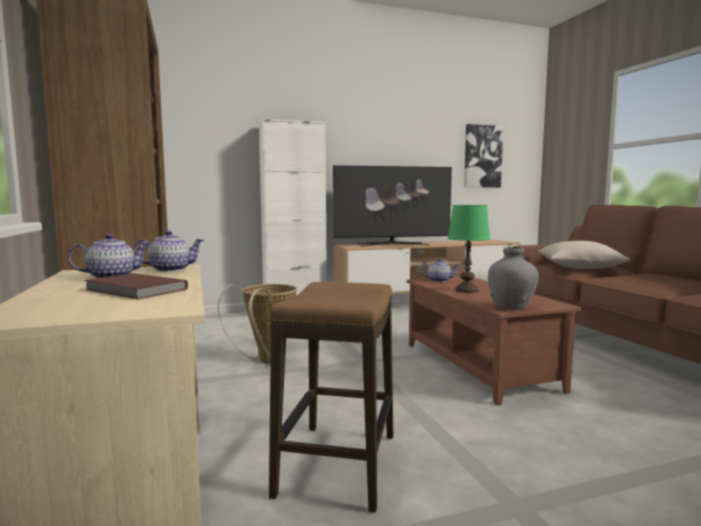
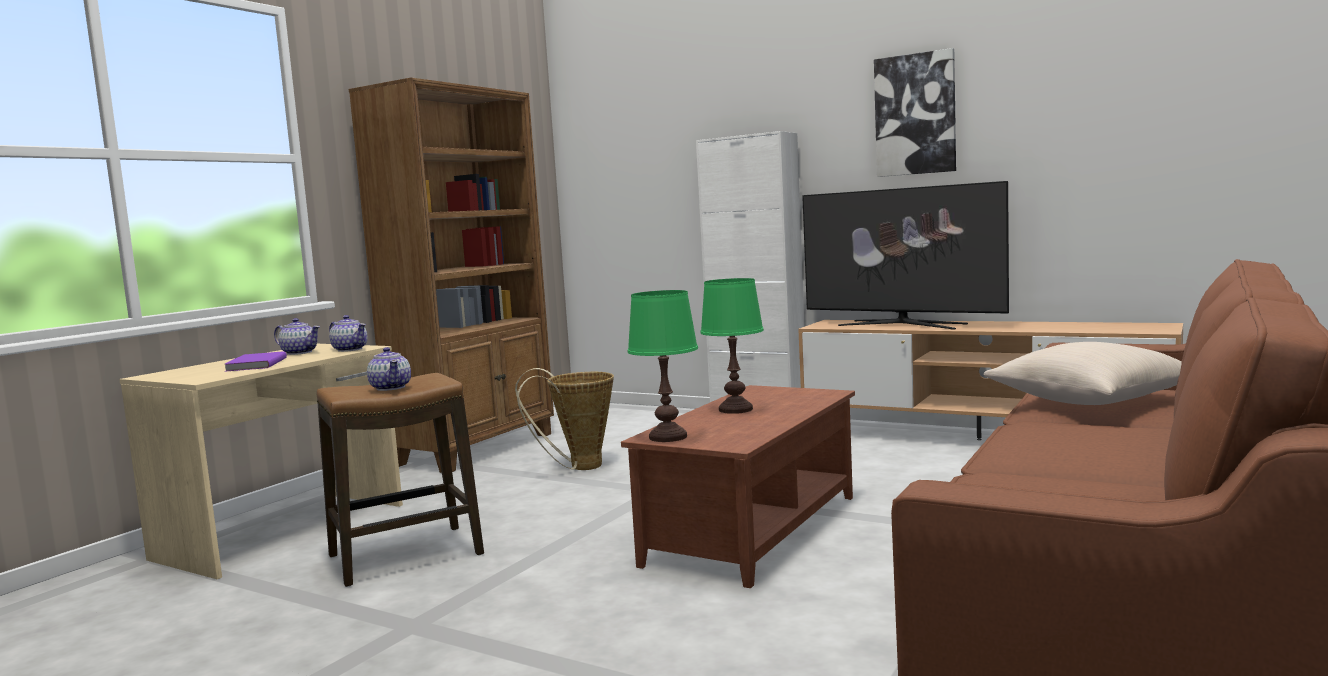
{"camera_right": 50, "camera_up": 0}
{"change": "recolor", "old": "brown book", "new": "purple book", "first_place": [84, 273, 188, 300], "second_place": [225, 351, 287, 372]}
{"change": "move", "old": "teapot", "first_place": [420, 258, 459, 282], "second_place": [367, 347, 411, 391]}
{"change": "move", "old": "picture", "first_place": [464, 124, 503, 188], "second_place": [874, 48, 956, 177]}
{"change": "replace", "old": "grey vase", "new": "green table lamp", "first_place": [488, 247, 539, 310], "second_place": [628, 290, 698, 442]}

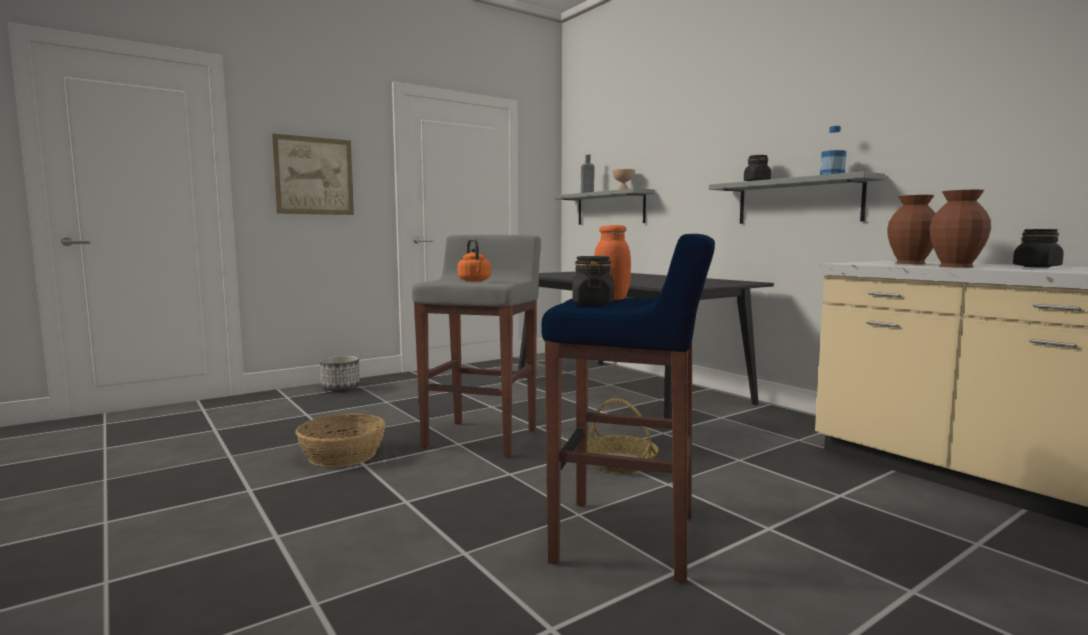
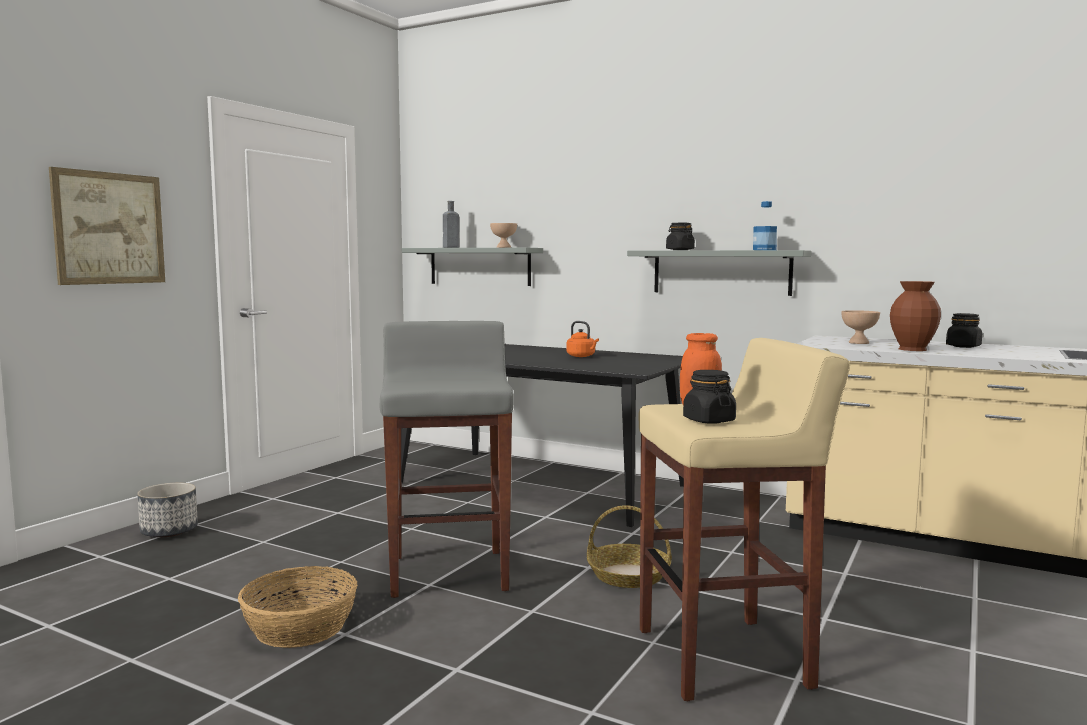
{"camera_right": -25, "camera_up": 0}
{"change": "move", "old": "orange kettle", "first_place": [457, 239, 491, 281], "second_place": [566, 321, 599, 357]}
{"change": "recolor", "old": "blue stool", "new": "beige stool", "first_place": [541, 234, 715, 583], "second_place": [638, 338, 850, 701]}
{"change": "replace", "old": "brown vase", "new": "beige bowl", "first_place": [887, 195, 936, 264], "second_place": [841, 310, 880, 344]}

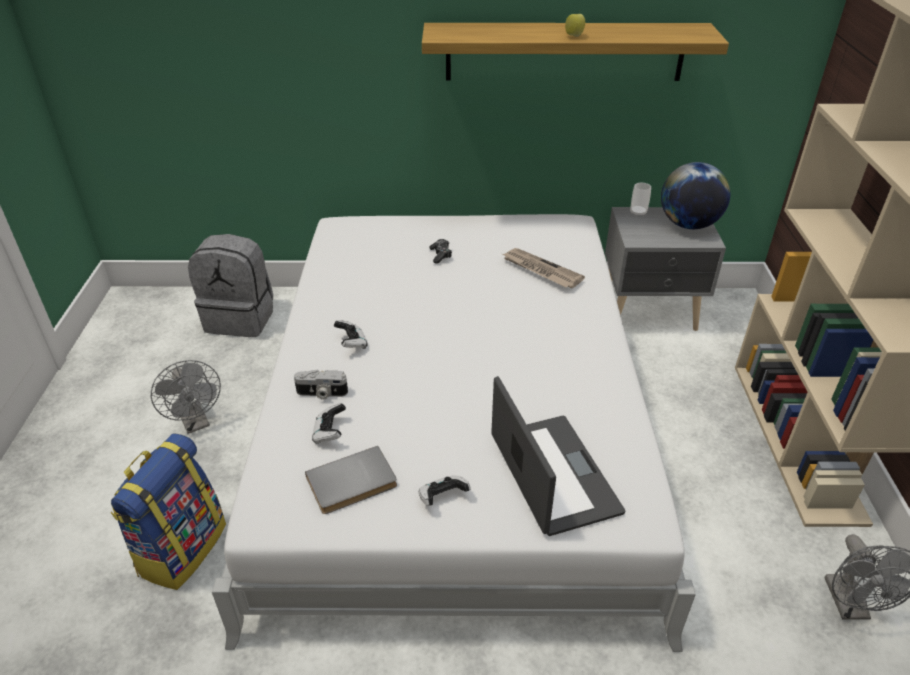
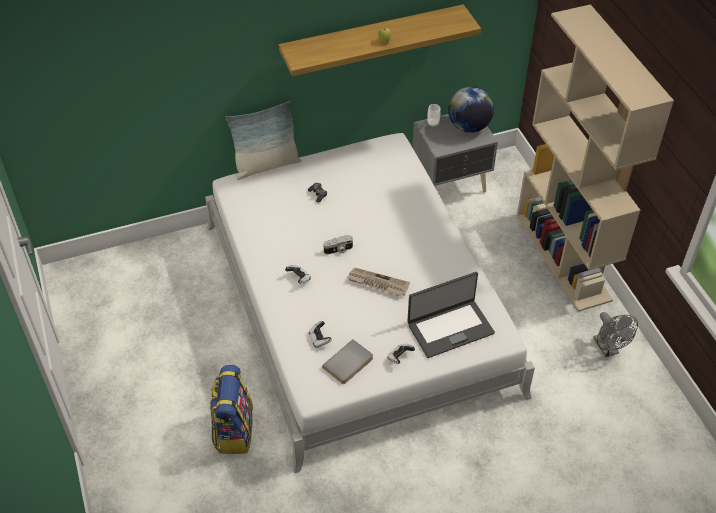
{"camera_right": -20, "camera_up": 10}
{"change": "delete", "old": "grey fan", "first_place": [151, 360, 221, 434]}
{"change": "delete", "old": "grey backpack", "first_place": [188, 234, 273, 337]}
{"change": "move", "old": "photo camera", "first_place": [294, 369, 348, 400], "second_place": [323, 235, 353, 255]}
{"change": "rotate", "old": "laptop", "first_place": [491, 376, 626, 536], "second_place": [407, 272, 495, 358], "degrees": 105}
{"change": "move", "old": "newspaper", "first_place": [503, 248, 585, 288], "second_place": [347, 268, 410, 297]}
{"change": "insert", "new": "pillow", "second_place": [226, 101, 301, 180]}

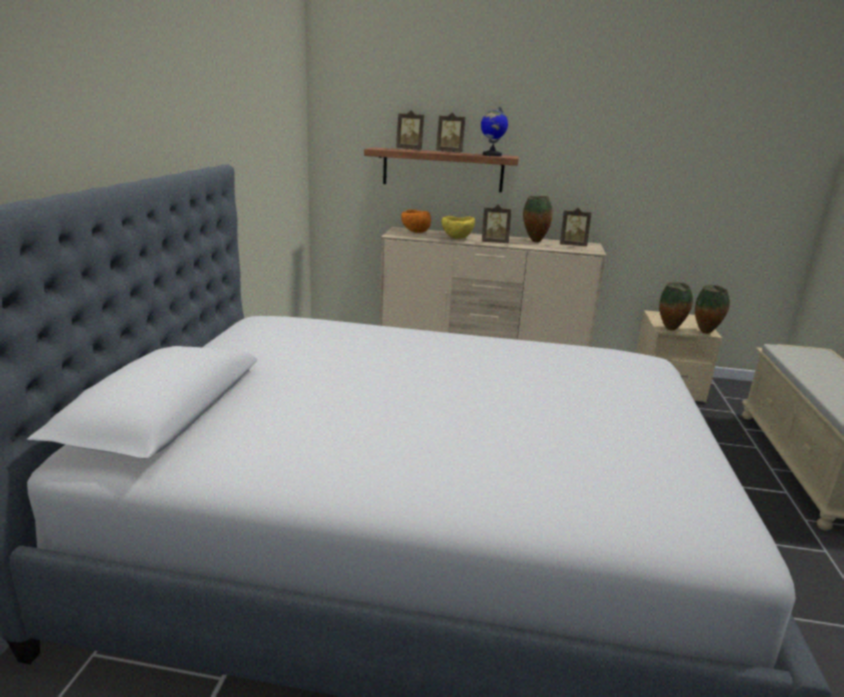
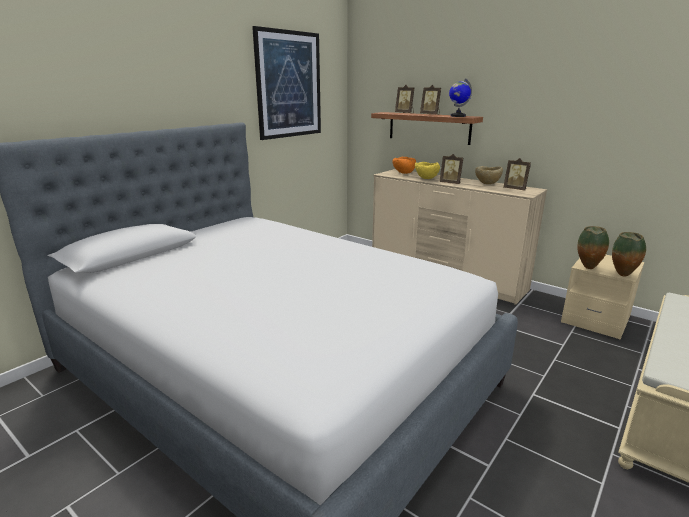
{"camera_right": 30, "camera_up": 0}
{"change": "replace", "old": "vase", "new": "beige bowl", "first_place": [523, 196, 553, 242], "second_place": [475, 166, 503, 184]}
{"change": "insert", "new": "picture", "second_place": [252, 26, 321, 140]}

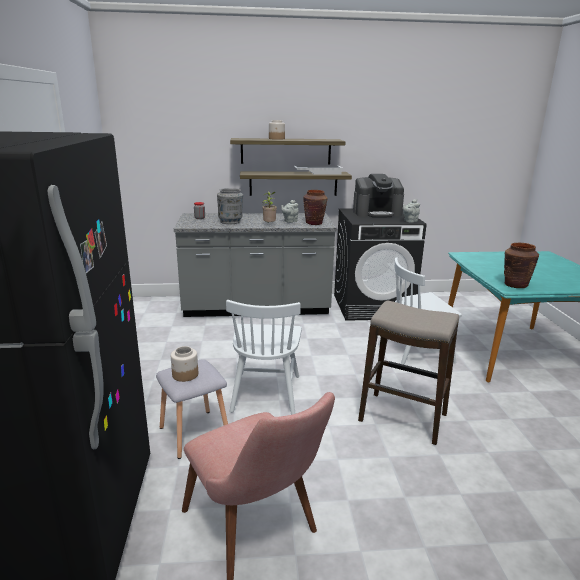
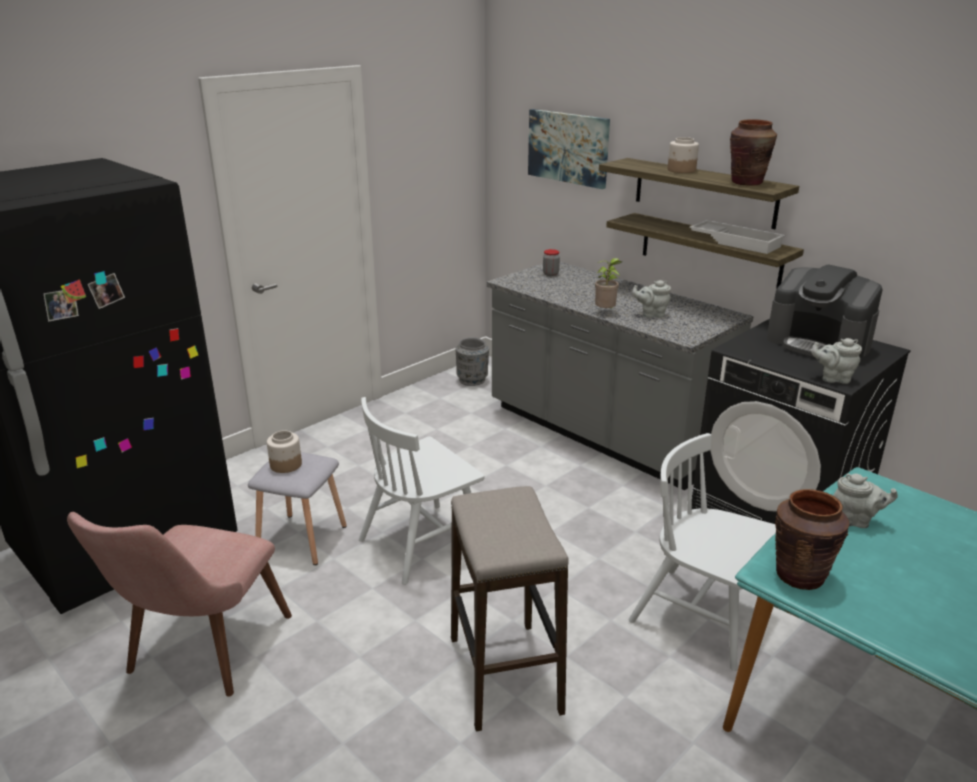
{"camera_right": 50, "camera_up": 5}
{"change": "move", "old": "grey vase", "first_place": [217, 188, 243, 224], "second_place": [455, 337, 489, 386]}
{"change": "move", "old": "brown vase", "first_place": [303, 190, 327, 225], "second_place": [730, 119, 777, 185]}
{"change": "insert", "new": "picture", "second_place": [528, 109, 610, 189]}
{"change": "insert", "new": "grey teapot", "second_place": [833, 474, 898, 528]}

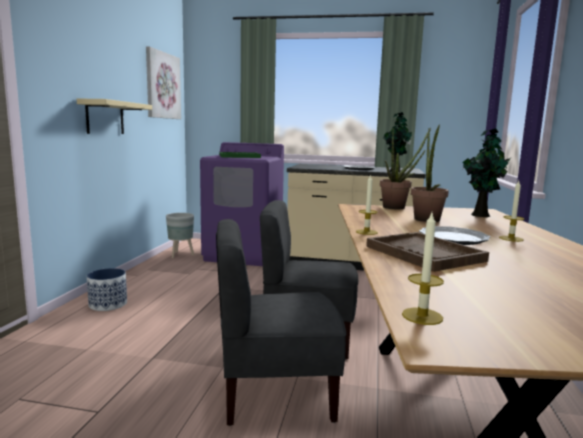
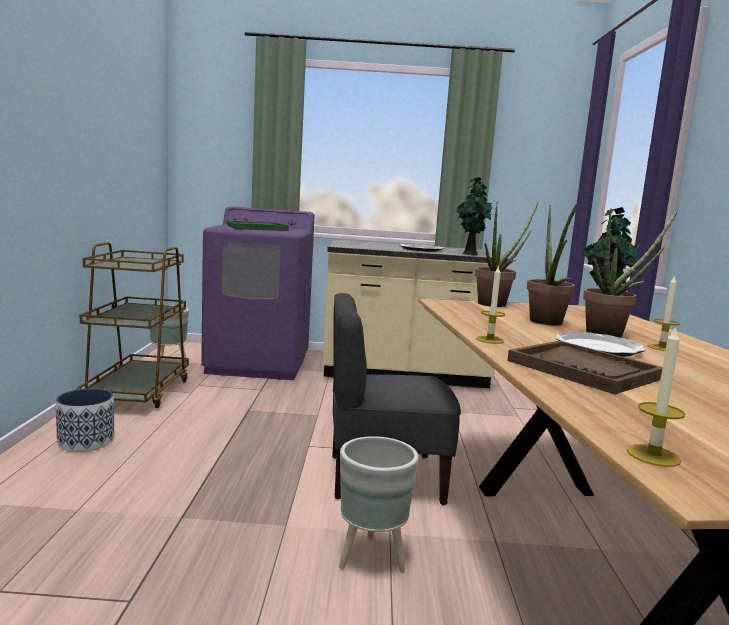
{"camera_right": -10, "camera_up": 0}
{"change": "delete", "old": "beige shelf", "first_place": [77, 98, 152, 134]}
{"change": "delete", "old": "picture", "first_place": [146, 46, 181, 119]}
{"change": "replace", "old": "grey chair", "new": "grey planter", "first_place": [216, 219, 346, 426], "second_place": [339, 436, 419, 572]}
{"change": "insert", "new": "brown cart", "second_place": [76, 242, 189, 408]}
{"change": "insert", "new": "potted plant", "second_place": [583, 209, 678, 338]}

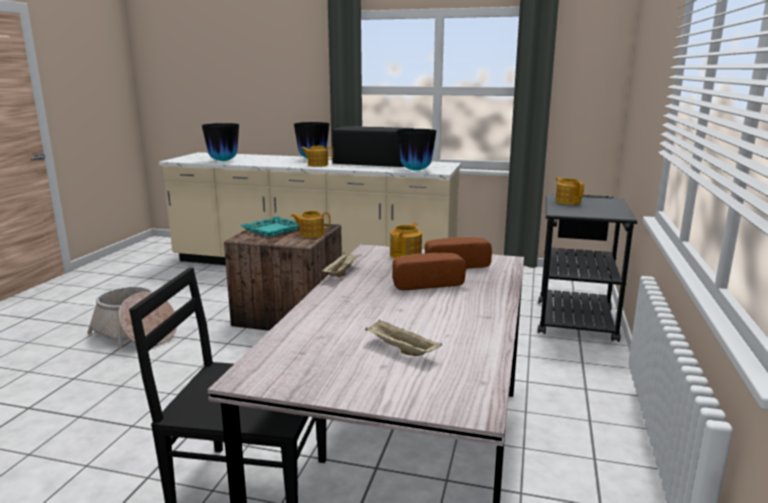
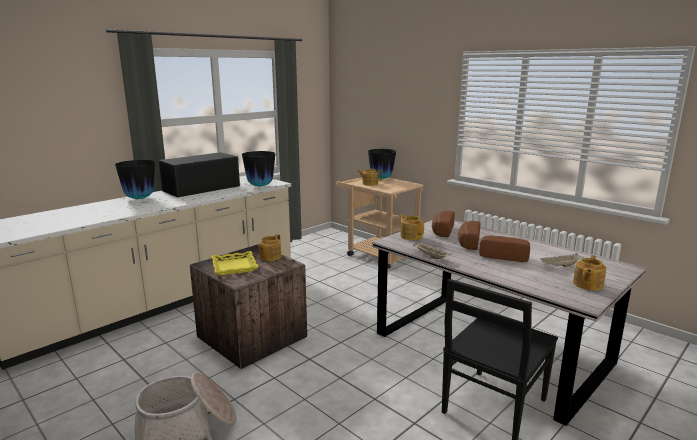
{"camera_right": -60, "camera_up": 0}
{"change": "move", "old": "vase", "first_place": [202, 123, 239, 161], "second_place": [368, 149, 396, 179]}
{"change": "recolor", "old": "turquoise tray", "new": "yellow tray", "first_place": [241, 216, 300, 237], "second_place": [211, 251, 258, 276]}
{"change": "move", "old": "teapot", "first_place": [301, 146, 333, 167], "second_place": [573, 255, 606, 291]}
{"change": "recolor", "old": "black cart", "new": "beige cart", "first_place": [538, 193, 637, 342], "second_place": [335, 177, 424, 269]}
{"change": "insert", "new": "bread", "second_place": [479, 236, 530, 262]}

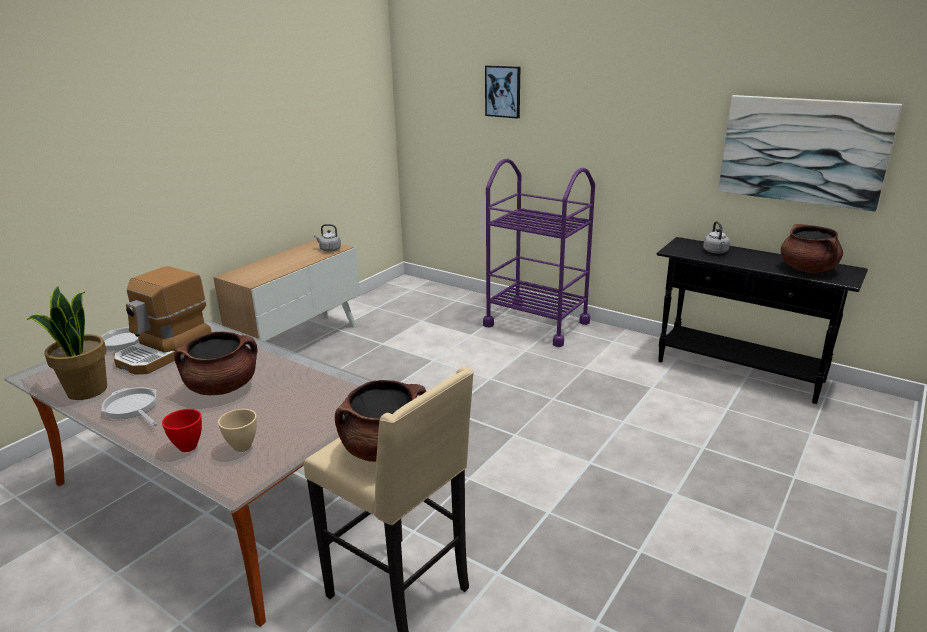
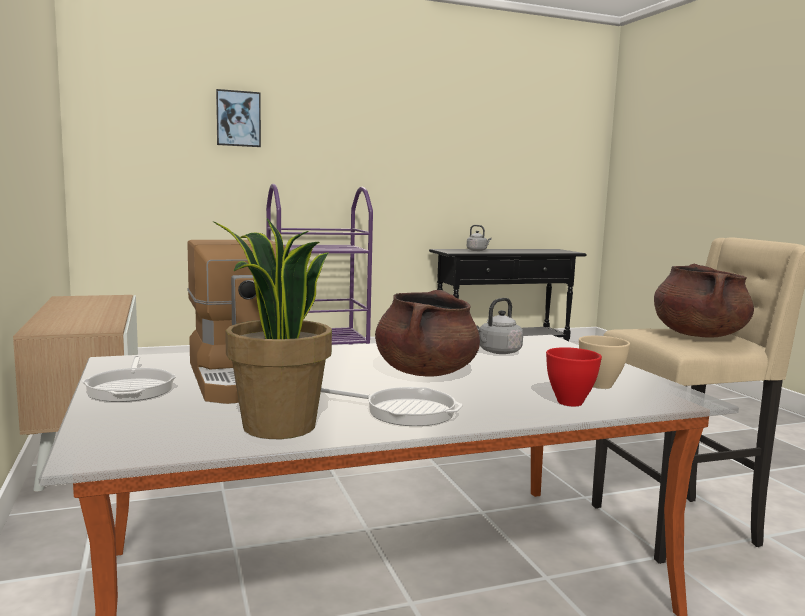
{"camera_right": -55, "camera_up": -15}
{"change": "rotate", "old": "frying pan", "first_place": [101, 387, 157, 426], "second_place": [321, 387, 463, 426], "degrees": -150}
{"change": "move", "old": "grey kettle", "first_place": [314, 224, 341, 251], "second_place": [476, 298, 523, 354]}
{"change": "delete", "old": "picture", "first_place": [718, 95, 902, 212]}
{"change": "delete", "old": "brown cooking pot", "first_place": [781, 224, 843, 273]}

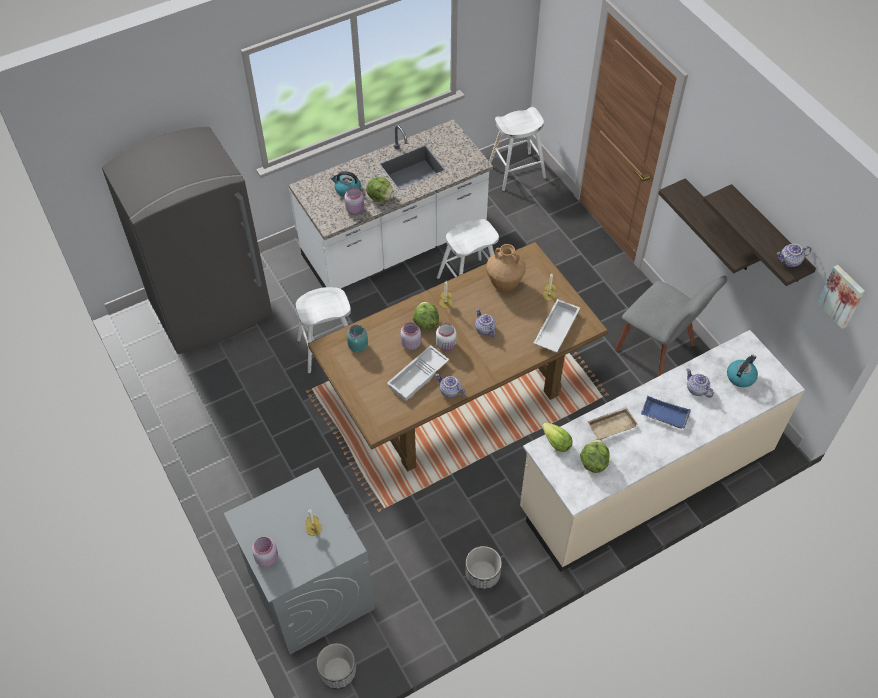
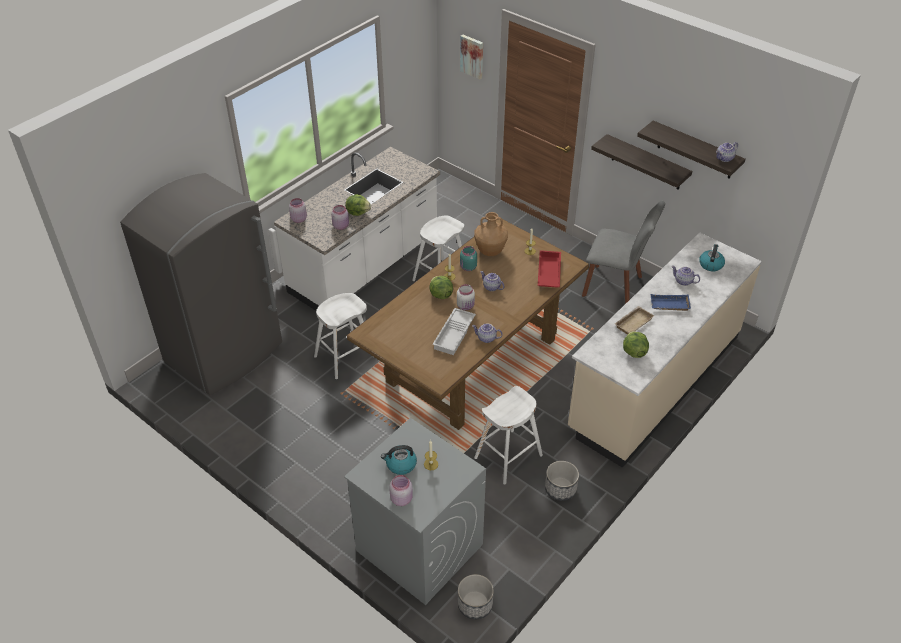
{"camera_right": -20, "camera_up": -10}
{"change": "move", "old": "kettle", "first_place": [331, 171, 361, 197], "second_place": [381, 445, 417, 475]}
{"change": "move", "old": "turquoise jar", "first_place": [347, 325, 368, 353], "second_place": [460, 246, 477, 271]}
{"change": "move", "old": "pink jar", "first_place": [400, 322, 421, 350], "second_place": [289, 198, 307, 223]}
{"change": "move", "old": "white stool", "first_place": [489, 107, 546, 191], "second_place": [474, 386, 543, 485]}
{"change": "recolor", "old": "white tray", "new": "red tray", "first_place": [534, 299, 580, 352], "second_place": [538, 250, 561, 288]}
{"change": "delete", "old": "lettuce", "first_place": [542, 422, 573, 452]}
{"change": "move", "old": "picture", "first_place": [817, 265, 865, 329], "second_place": [460, 35, 483, 79]}

